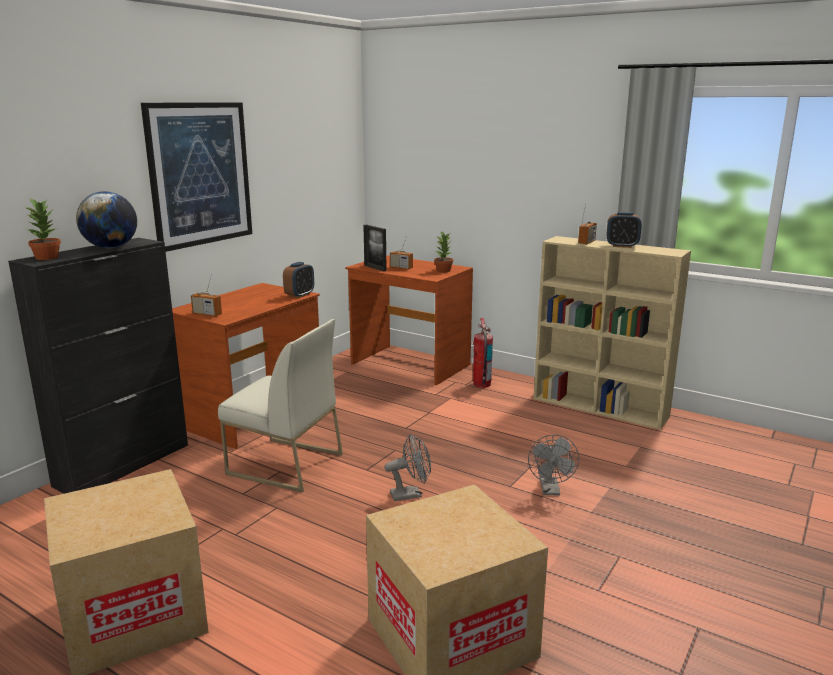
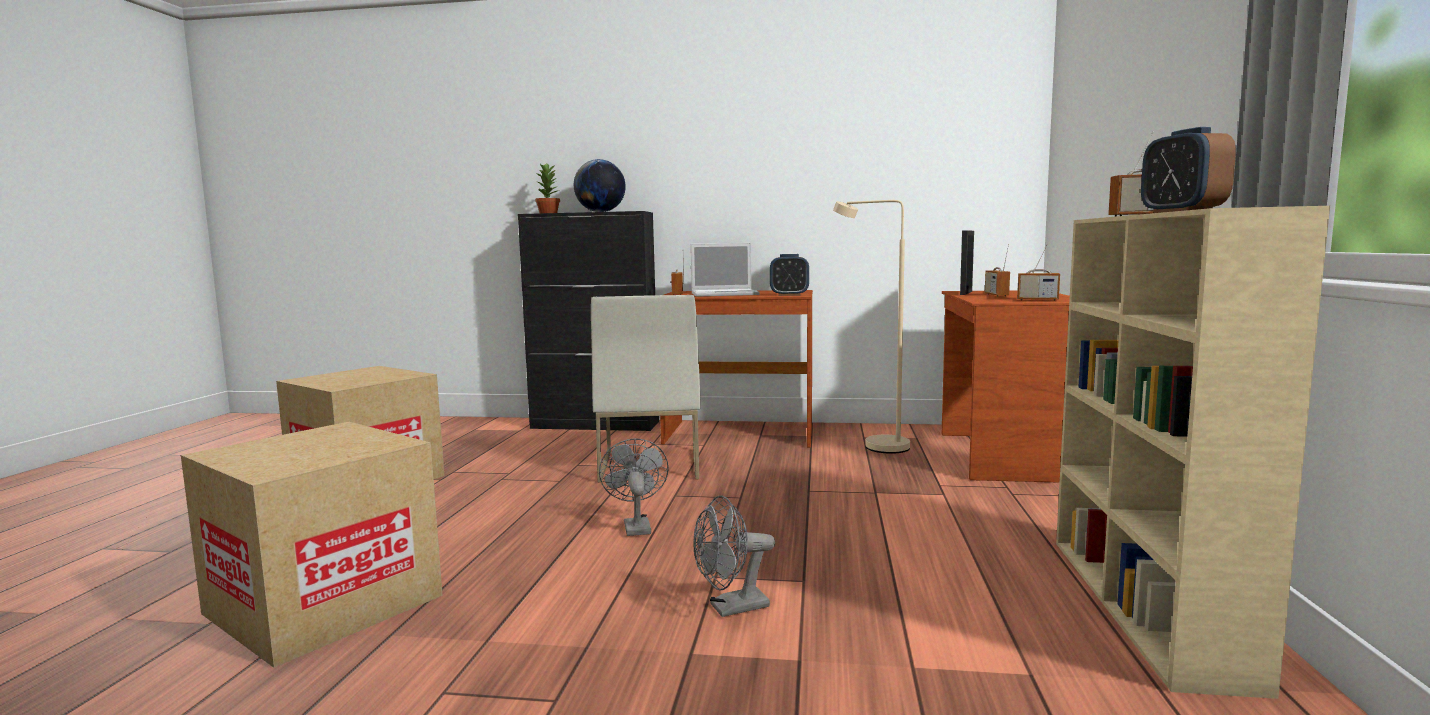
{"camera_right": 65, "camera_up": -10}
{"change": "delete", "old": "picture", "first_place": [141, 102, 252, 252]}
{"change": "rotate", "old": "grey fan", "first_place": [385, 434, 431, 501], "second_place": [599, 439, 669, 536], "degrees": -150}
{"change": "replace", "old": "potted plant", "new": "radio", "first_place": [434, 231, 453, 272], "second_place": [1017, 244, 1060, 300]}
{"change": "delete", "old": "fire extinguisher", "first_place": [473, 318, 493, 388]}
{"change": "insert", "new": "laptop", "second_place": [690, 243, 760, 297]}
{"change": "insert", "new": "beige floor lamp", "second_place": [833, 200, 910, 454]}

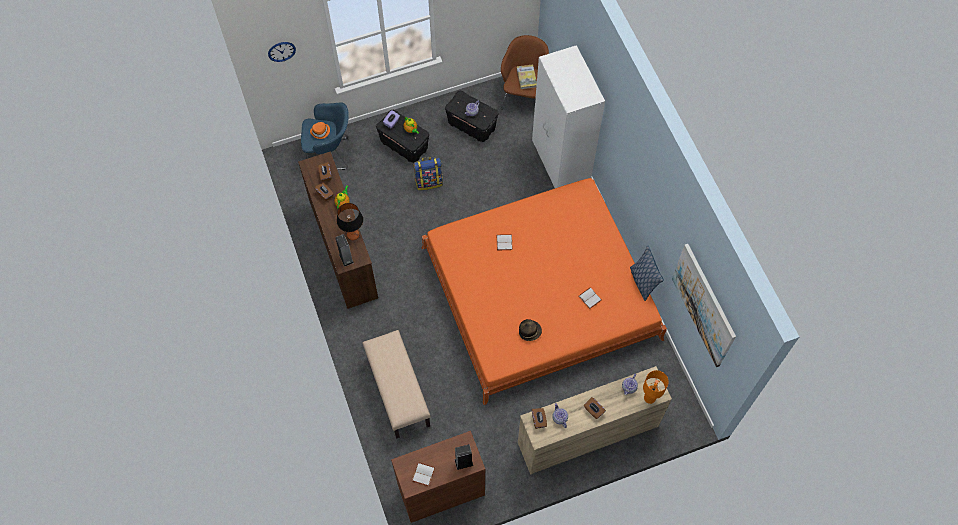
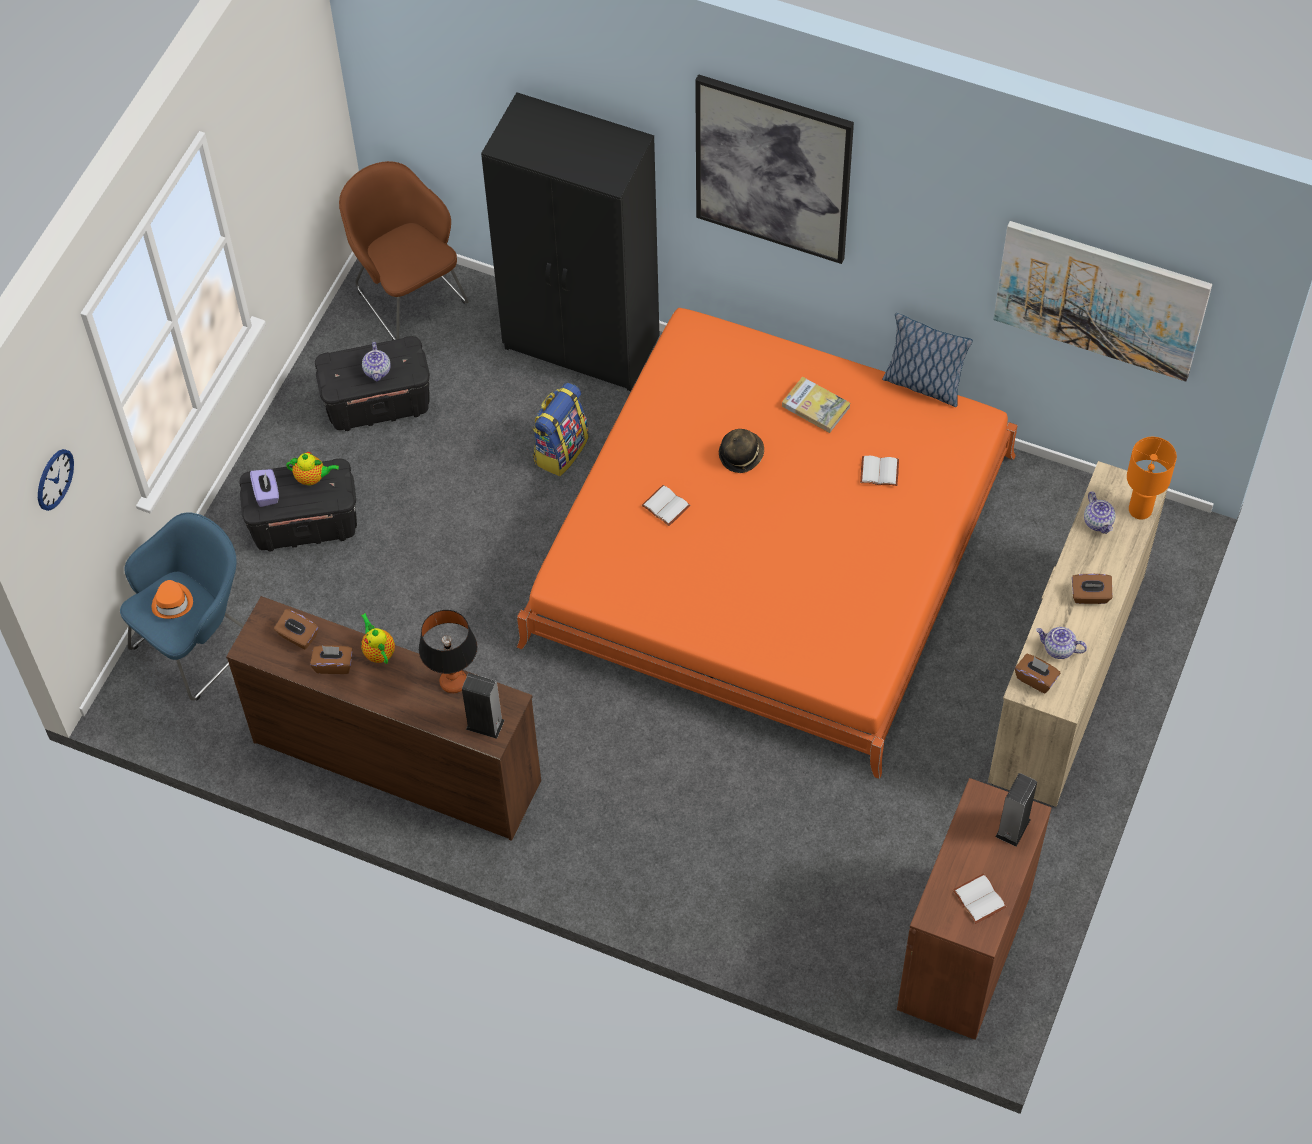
{"camera_right": -45, "camera_up": -5}
{"change": "delete", "old": "beige bench", "first_place": [362, 330, 430, 438]}
{"change": "move", "old": "backpack", "first_place": [413, 157, 443, 190], "second_place": [532, 382, 589, 476]}
{"change": "move", "old": "book", "first_place": [517, 65, 537, 89], "second_place": [782, 377, 850, 433]}
{"change": "move", "old": "hat", "first_place": [519, 319, 542, 341], "second_place": [719, 429, 764, 473]}
{"change": "recolor", "old": "white wardrobe", "new": "black wardrobe", "first_place": [532, 45, 605, 188], "second_place": [481, 92, 659, 391]}
{"change": "insert", "new": "picture", "second_place": [695, 74, 854, 264]}

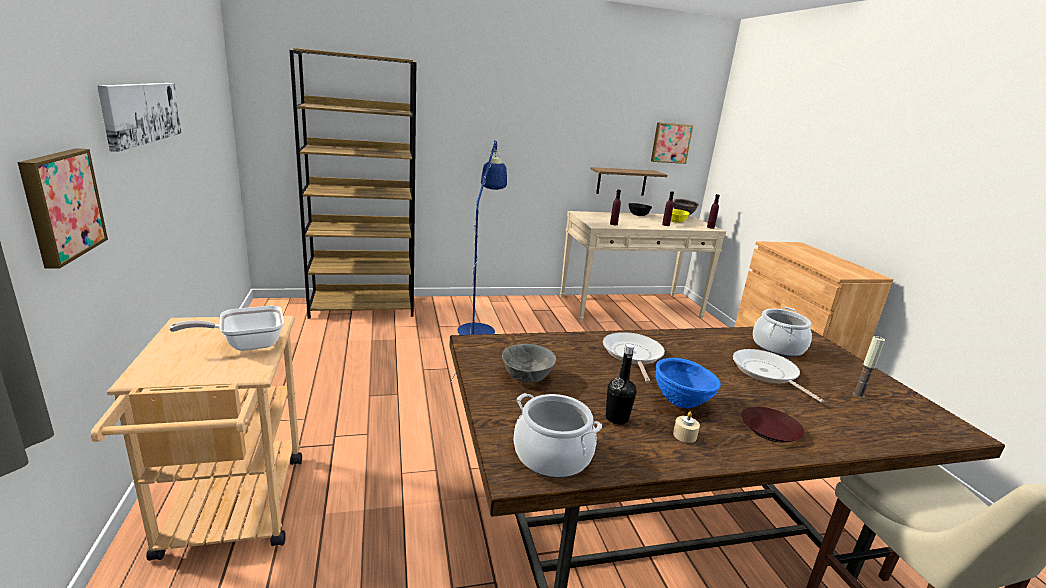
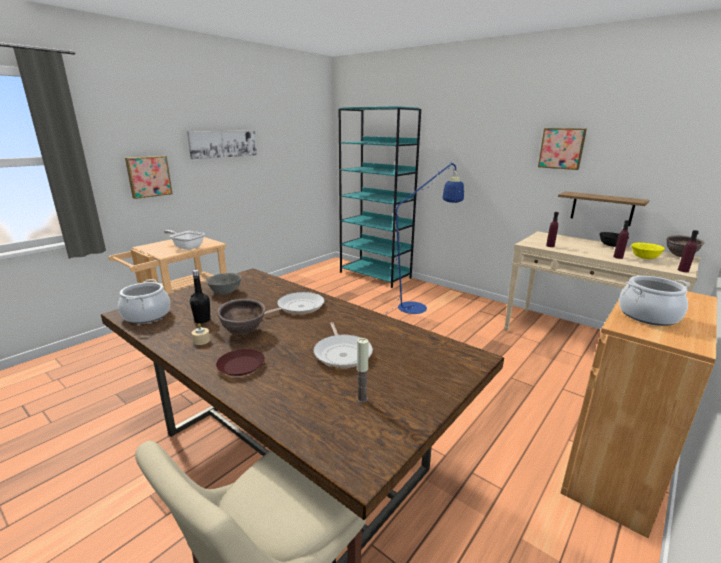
{"camera_right": 55, "camera_up": 0}
{"change": "recolor", "old": "brown bookcase", "new": "turquoise bookcase", "first_place": [289, 48, 416, 319], "second_place": [339, 106, 421, 288]}
{"change": "move", "old": "picture", "first_place": [651, 122, 693, 164], "second_place": [538, 128, 587, 170]}
{"change": "recolor", "old": "blue bowl", "new": "brown bowl", "first_place": [656, 358, 721, 408], "second_place": [217, 299, 265, 335]}
{"change": "rotate", "old": "frying pan", "first_place": [733, 349, 824, 403], "second_place": [314, 322, 373, 368], "degrees": 135}
{"change": "move", "old": "cooking pot", "first_place": [753, 307, 812, 357], "second_place": [619, 276, 690, 326]}

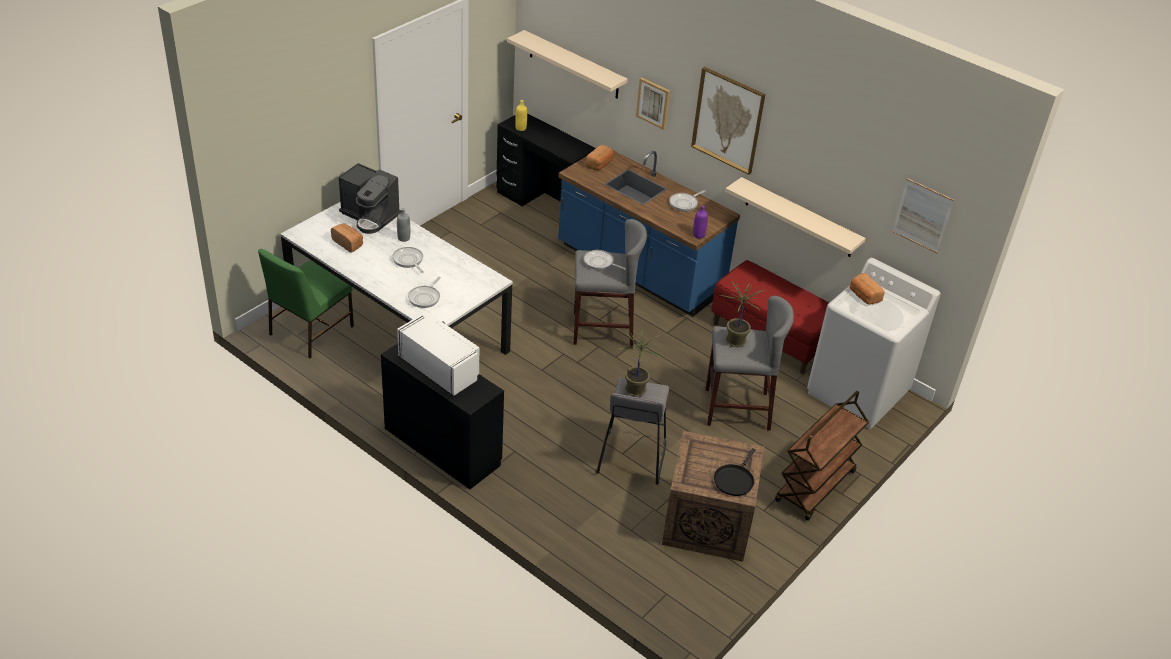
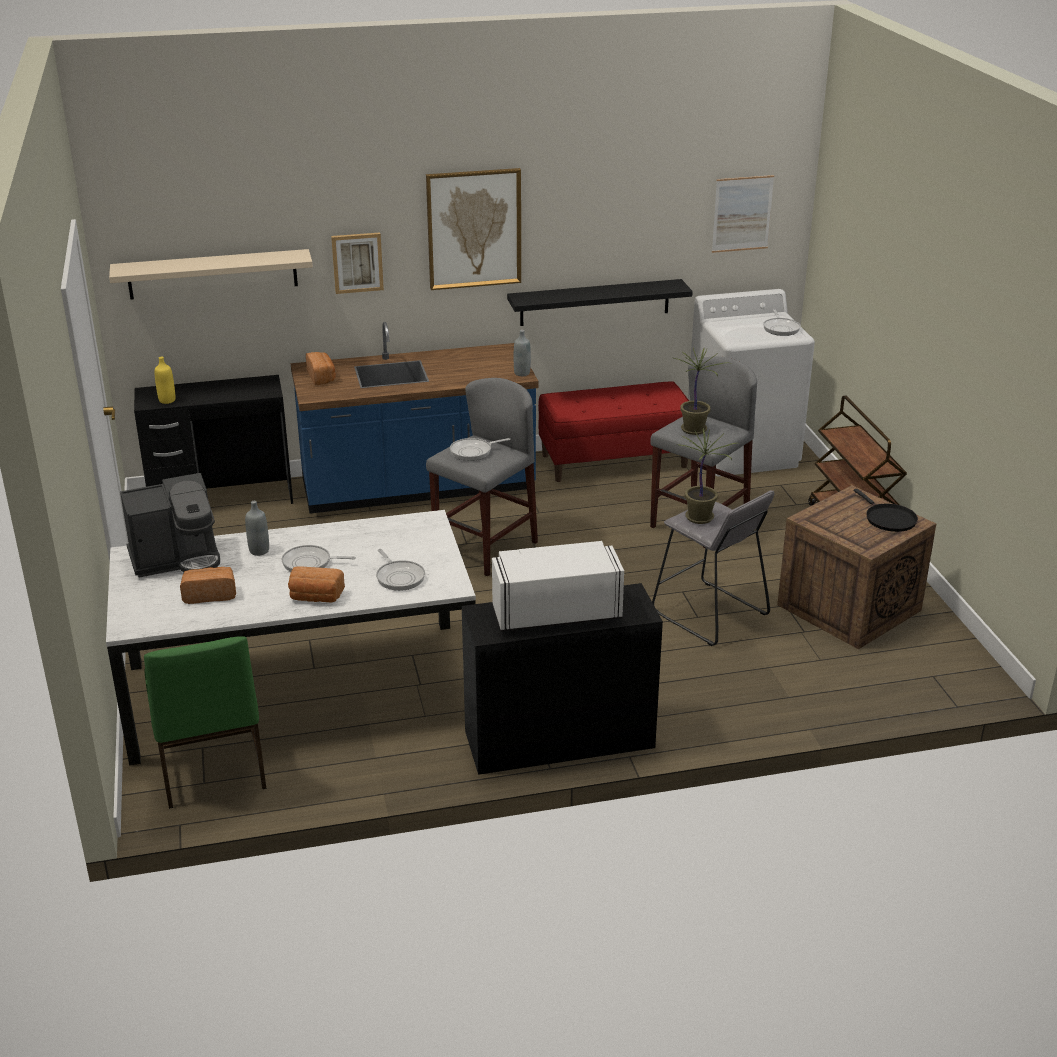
{"camera_right": -50, "camera_up": -10}
{"change": "move", "old": "frying pan", "first_place": [669, 190, 706, 211], "second_place": [763, 309, 801, 336]}
{"change": "recolor", "old": "purple bottle", "new": "grey bottle", "first_place": [693, 205, 708, 239], "second_place": [514, 330, 531, 376]}
{"change": "recolor", "old": "beige shelf", "new": "black shelf", "first_place": [725, 177, 866, 257], "second_place": [507, 279, 693, 326]}
{"change": "move", "old": "bread", "first_place": [850, 273, 885, 304], "second_place": [288, 566, 345, 602]}

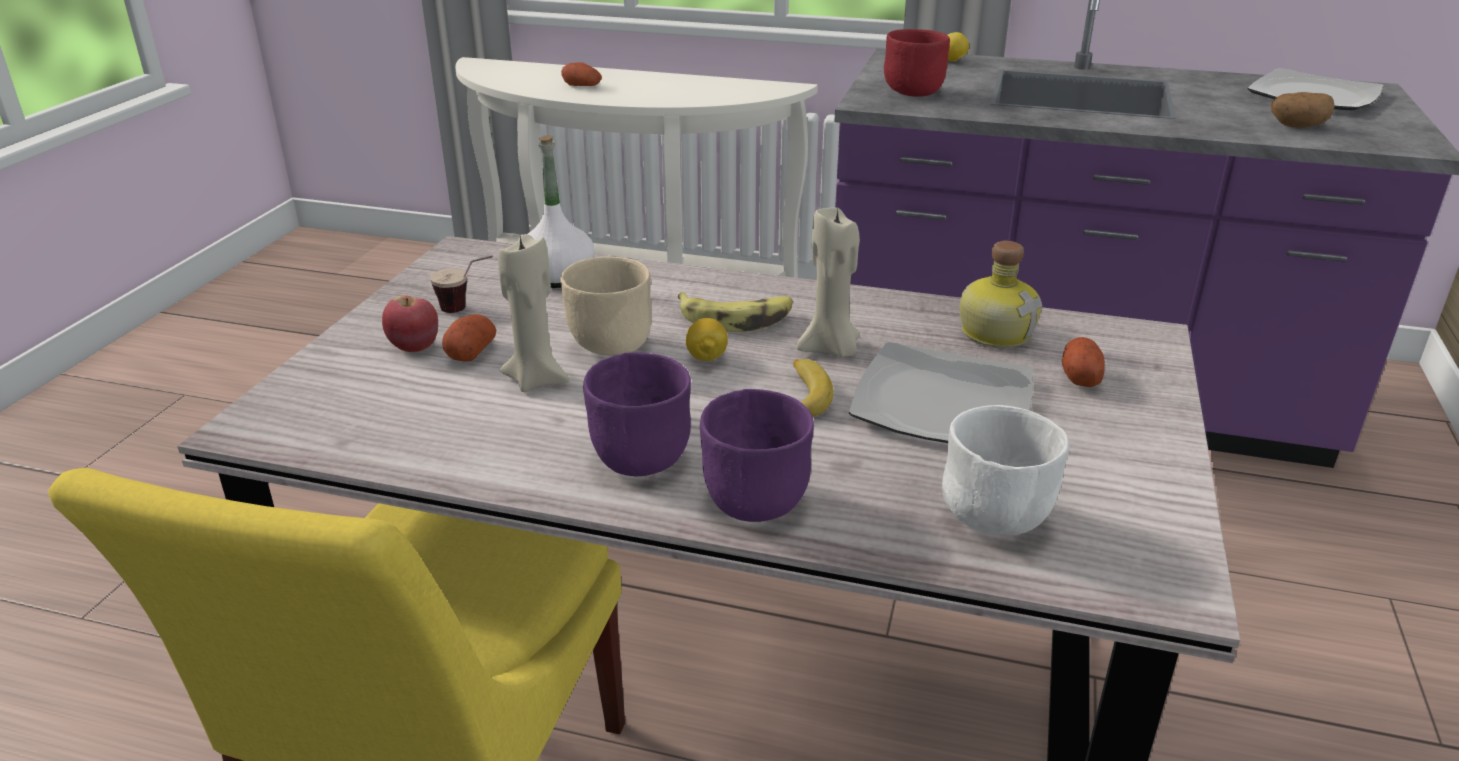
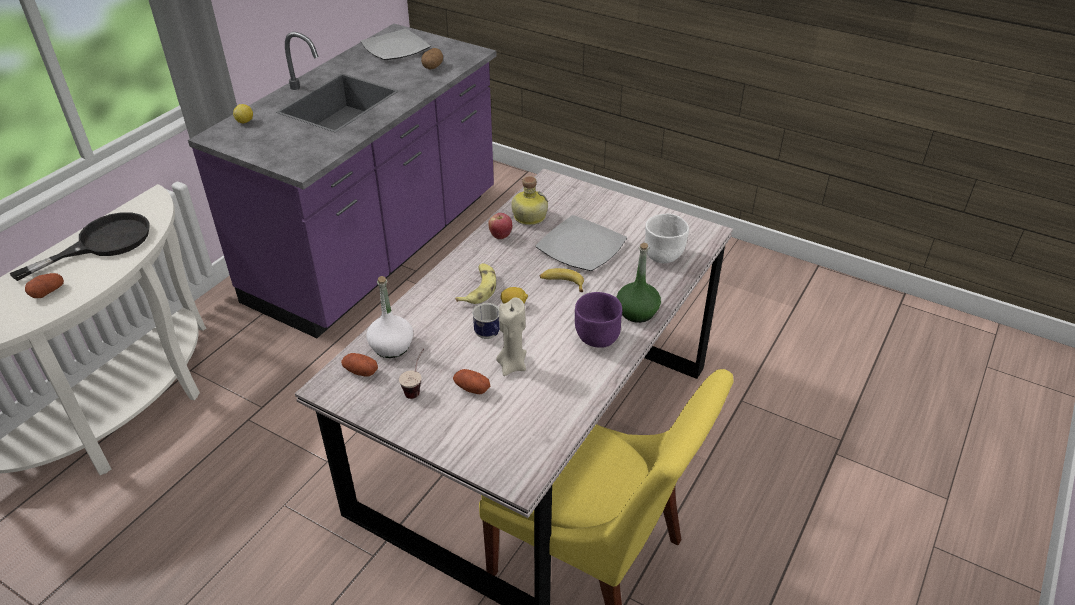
{"camera_right": -75, "camera_up": 10}
{"change": "move", "old": "apple", "first_place": [382, 295, 438, 352], "second_place": [488, 213, 512, 239]}
{"change": "replace", "old": "beige bowl", "new": "mug", "first_place": [560, 257, 652, 356], "second_place": [472, 303, 500, 339]}
{"change": "replace", "old": "purple bowl", "new": "green bottle", "first_place": [700, 389, 814, 522], "second_place": [616, 243, 661, 323]}
{"change": "delete", "old": "beige candle", "first_place": [797, 207, 860, 357]}
{"change": "delete", "old": "red bowl", "first_place": [884, 29, 950, 97]}
{"change": "move", "old": "potato", "first_place": [1062, 337, 1105, 387], "second_place": [341, 353, 378, 377]}
{"change": "insert", "new": "black frying pan", "second_place": [10, 212, 150, 281]}

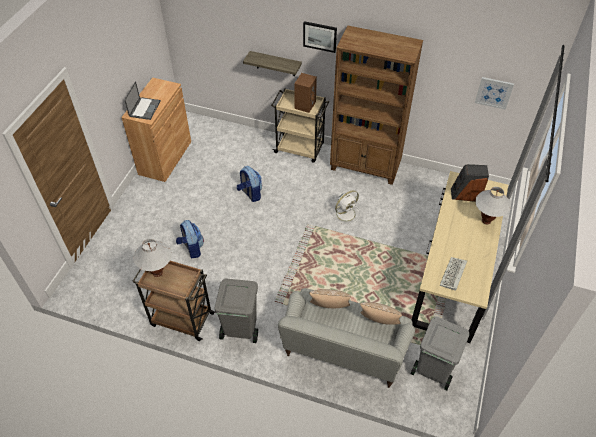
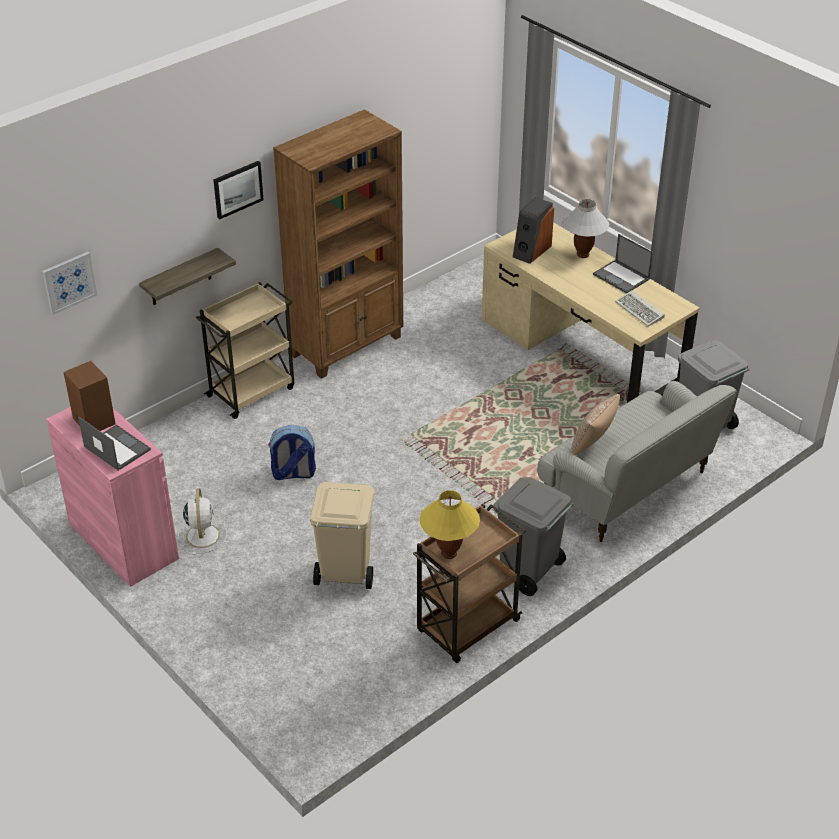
{"camera_right": -60, "camera_up": -10}
{"change": "recolor", "old": "brown cabinet", "new": "pink cabinet", "first_place": [121, 77, 191, 182], "second_place": [46, 407, 179, 587]}
{"change": "recolor", "old": "white table lamp", "new": "yellow table lamp", "first_place": [133, 239, 172, 277], "second_place": [420, 490, 480, 559]}
{"change": "replace", "old": "backpack", "new": "beige trash can", "first_place": [176, 220, 204, 258], "second_place": [310, 482, 374, 589]}
{"change": "move", "old": "brown speaker", "first_place": [294, 73, 317, 113], "second_place": [63, 361, 115, 431]}
{"change": "move", "old": "white fan", "first_place": [331, 190, 361, 225], "second_place": [178, 488, 227, 555]}
{"change": "delete", "old": "pillow", "first_place": [360, 302, 402, 325]}
{"change": "move", "old": "picture", "first_place": [475, 77, 514, 110], "second_place": [42, 252, 97, 315]}
{"change": "insert", "new": "laptop", "second_place": [593, 234, 653, 293]}

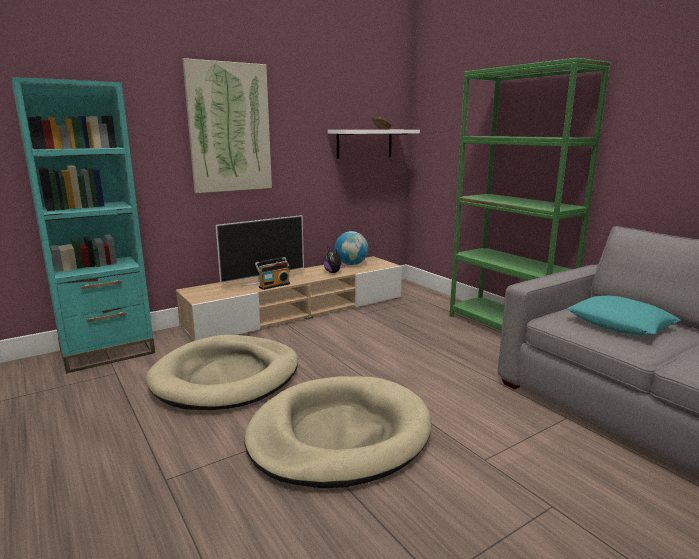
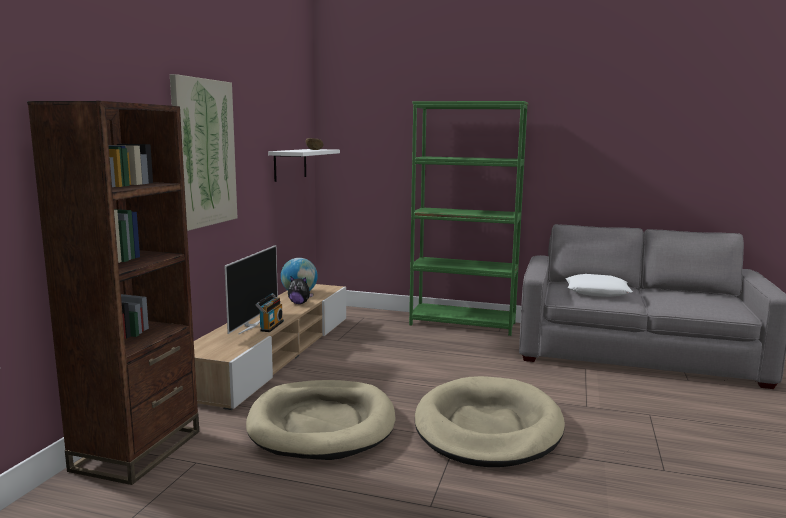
{"camera_right": -40, "camera_up": -5}
{"change": "recolor", "old": "turquoise bookcase", "new": "brown bookcase", "first_place": [12, 77, 155, 373], "second_place": [27, 101, 199, 485]}
{"change": "recolor", "old": "turquoise pillow", "new": "white pillow", "first_place": [567, 295, 681, 335], "second_place": [566, 274, 633, 297]}

